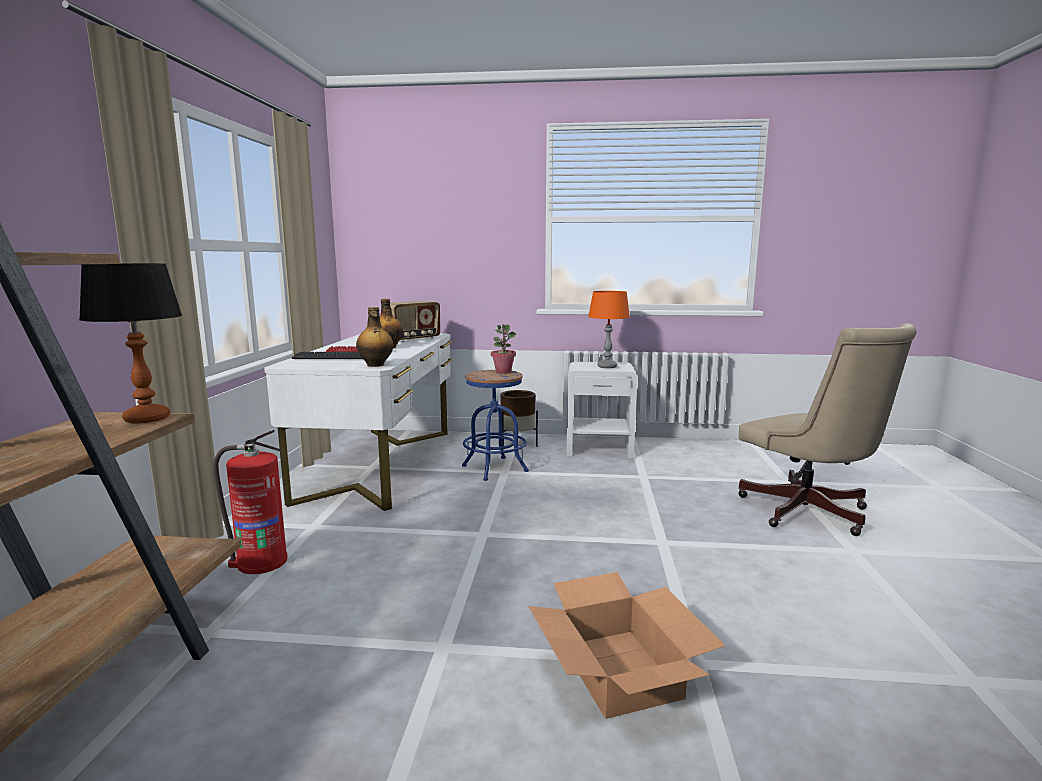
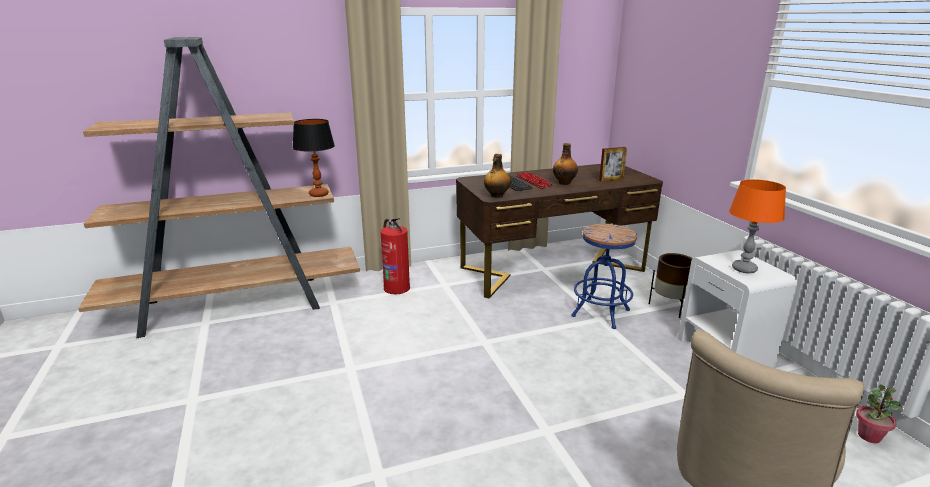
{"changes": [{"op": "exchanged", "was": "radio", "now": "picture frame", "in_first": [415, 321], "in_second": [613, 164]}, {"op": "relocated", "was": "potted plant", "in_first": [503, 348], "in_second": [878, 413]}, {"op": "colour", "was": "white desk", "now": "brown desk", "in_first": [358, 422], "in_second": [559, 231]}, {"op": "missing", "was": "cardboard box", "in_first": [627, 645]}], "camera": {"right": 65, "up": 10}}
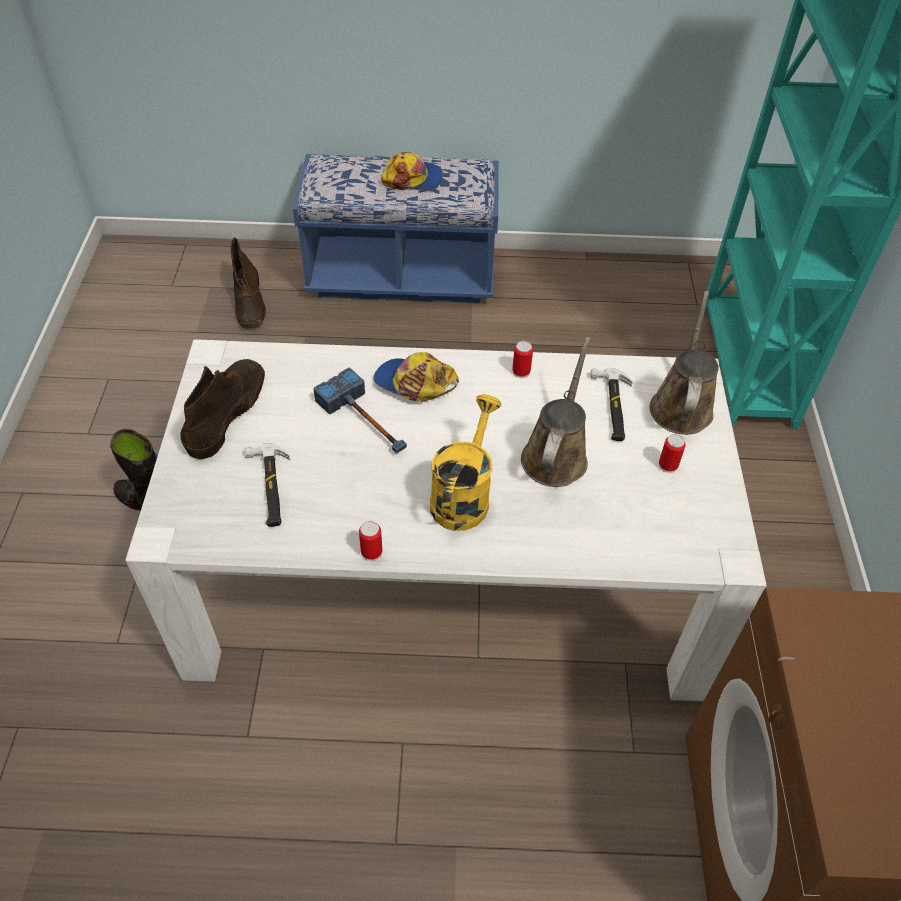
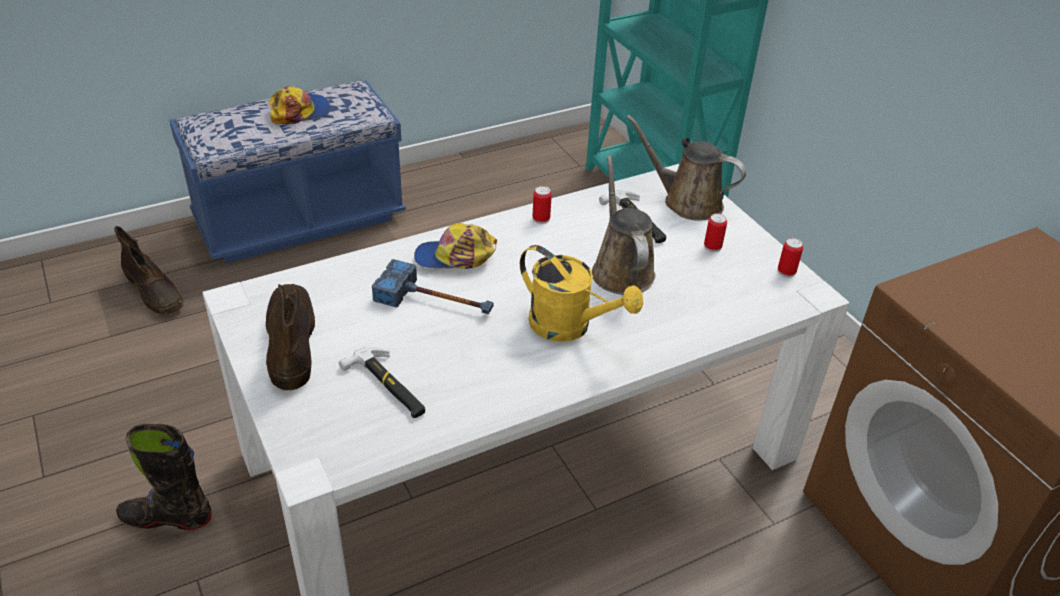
{"changes": [{"op": "spun", "was": "brown watering can", "in_first": [684, 363], "in_second": [686, 168], "clockwise": -45}, {"op": "spun", "was": "yellow watering can", "in_first": [466, 462], "in_second": [581, 293], "clockwise": 135}, {"op": "relocated", "was": "can", "in_first": [370, 541], "in_second": [790, 258]}], "camera": {"right": -30, "up": -10}}
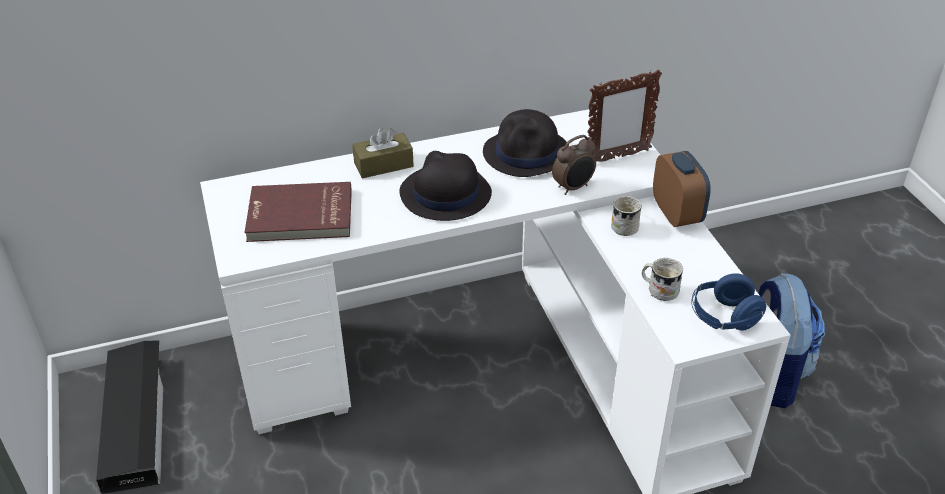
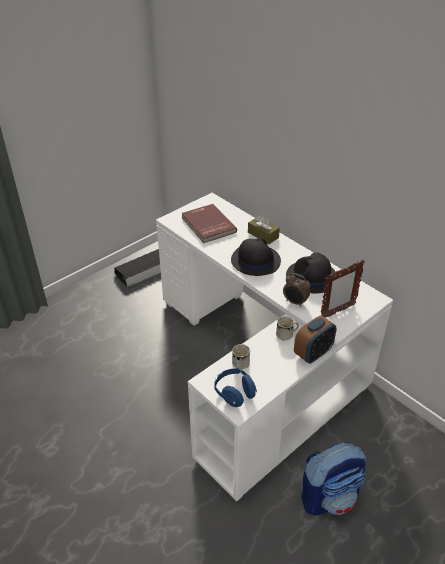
{"changes": [{"op": "spun", "was": "picture frame", "in_first": [624, 115], "in_second": [343, 289], "clockwise": -75}], "camera": {"right": 65, "up": 0}}
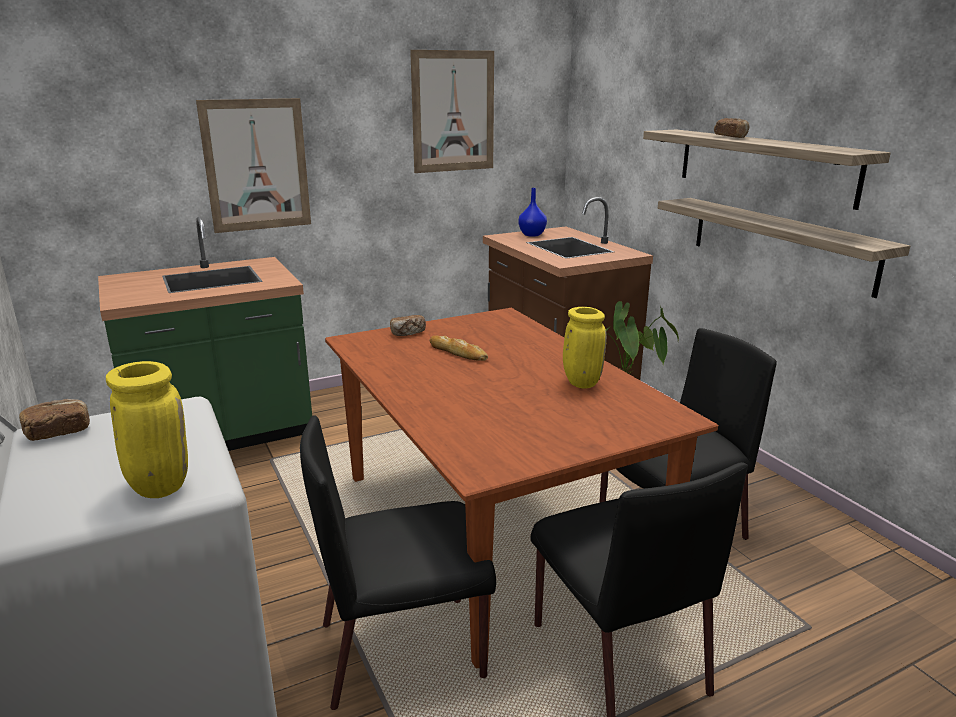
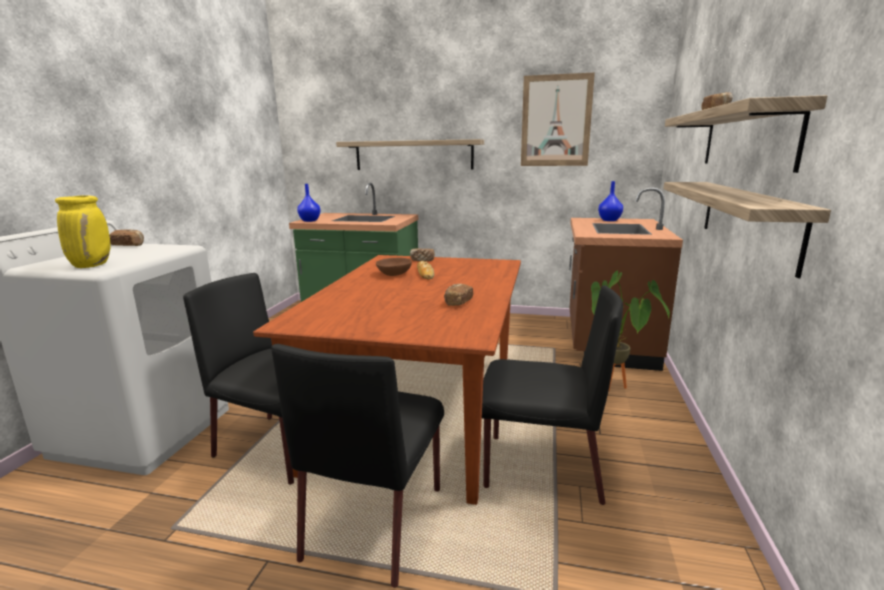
{"changes": [{"op": "exchanged", "was": "picture", "now": "shelf", "in_first": [253, 165], "in_second": [410, 154]}, {"op": "exchanged", "was": "yellow vase", "now": "bread", "in_first": [585, 348], "in_second": [458, 295]}, {"op": "appeared", "now": "blue vase", "in_second": [308, 203]}, {"op": "appeared", "now": "brown bowl", "in_second": [394, 267]}], "camera": {"right": 40, "up": -5}}
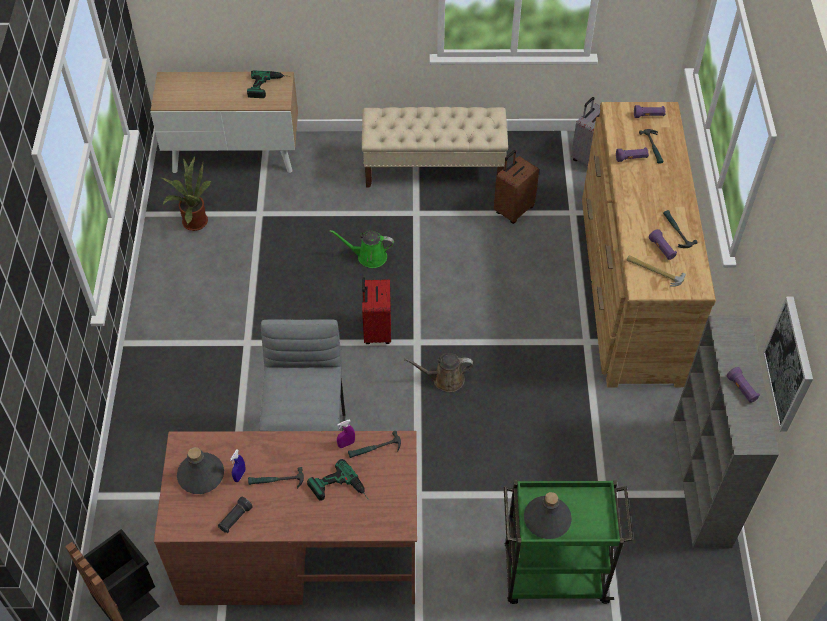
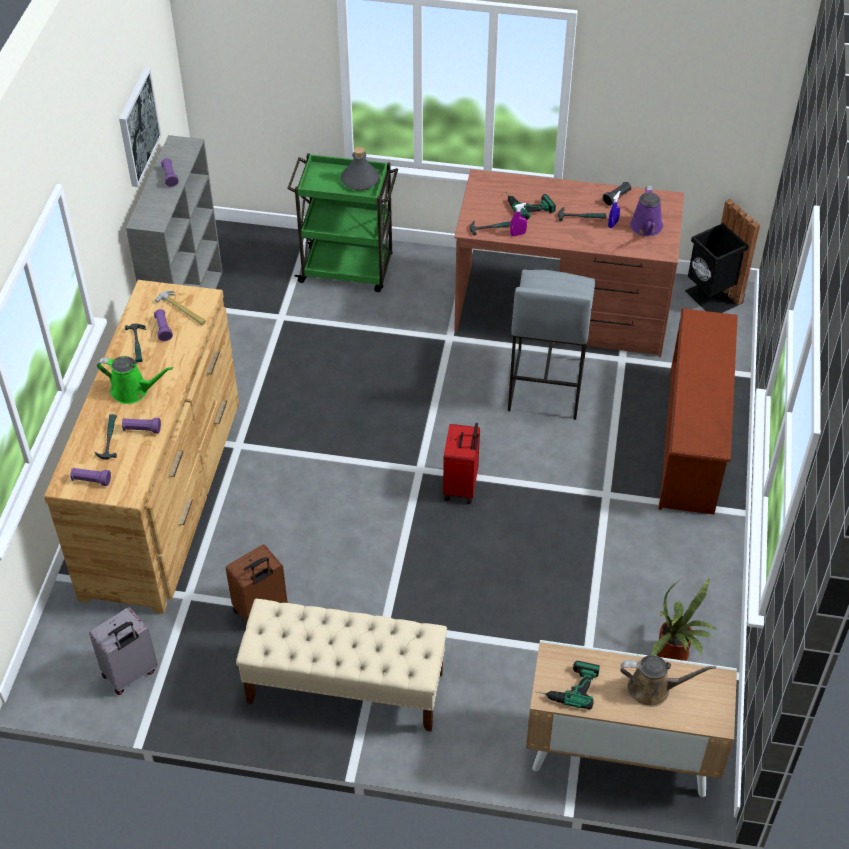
{"changes": [{"op": "relocated", "was": "green watering can", "in_first": [361, 249], "in_second": [135, 380]}, {"op": "relocated", "was": "brown watering can", "in_first": [438, 372], "in_second": [668, 681]}, {"op": "exchanged", "was": "grey bottle", "now": "purple watering can", "in_first": [200, 470], "in_second": [646, 211]}, {"op": "appeared", "now": "brown shoe rack", "in_second": [698, 411]}], "camera": {"right": -170, "up": -5}}
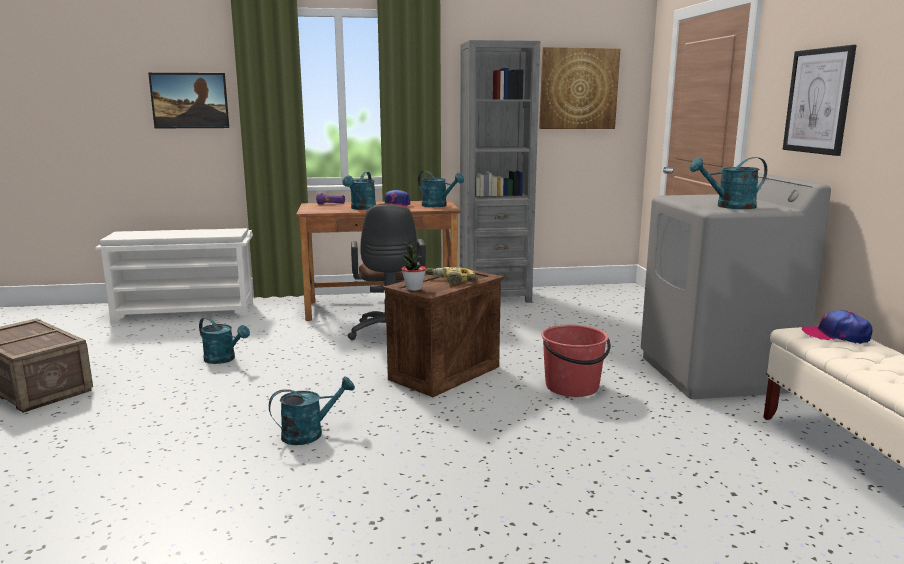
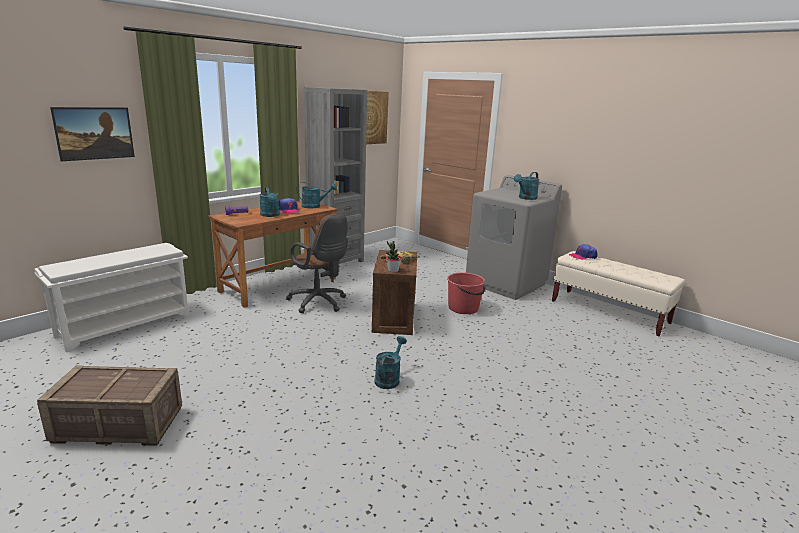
{"changes": [{"op": "missing", "was": "picture", "in_first": [819, 100]}, {"op": "missing", "was": "turquoise watering can", "in_first": [224, 340]}], "camera": {"right": -40, "up": 5}}
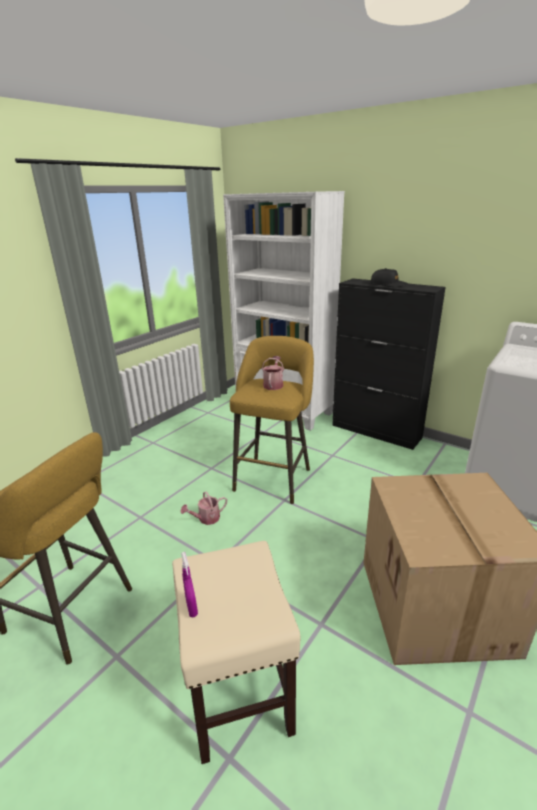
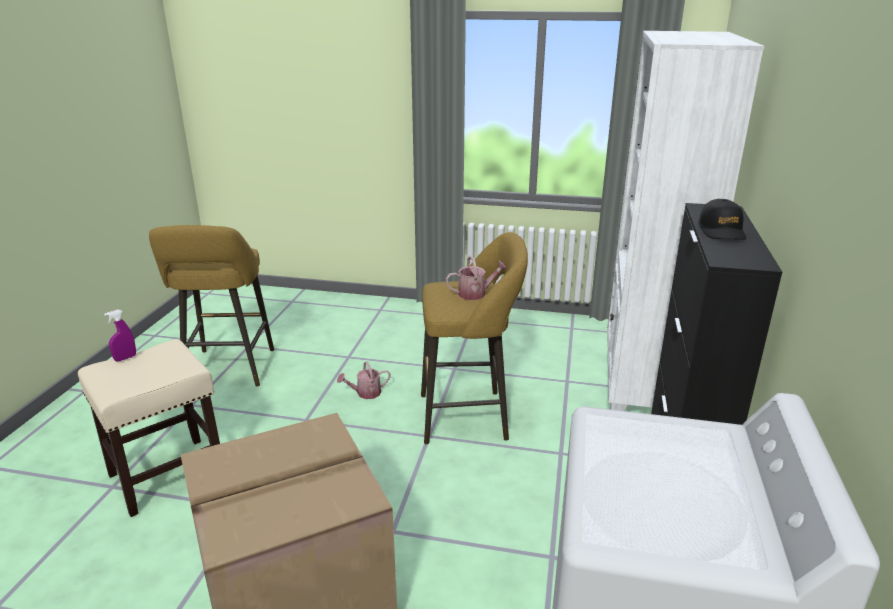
{"changes": [{"op": "spun", "was": "watering can", "in_first": [204, 508], "in_second": [363, 380], "clockwise": -60}], "camera": {"right": 65, "up": 0}}
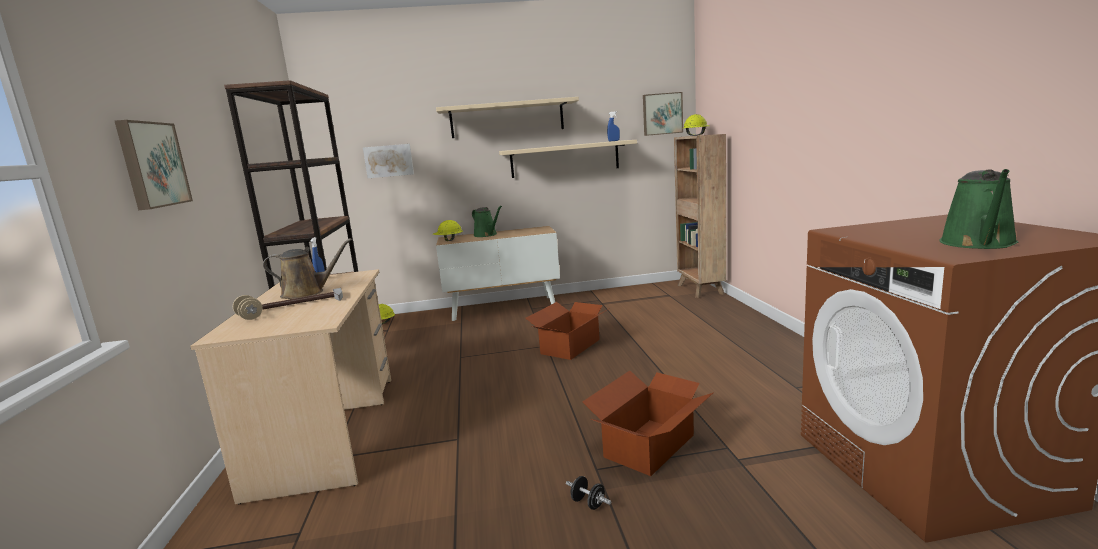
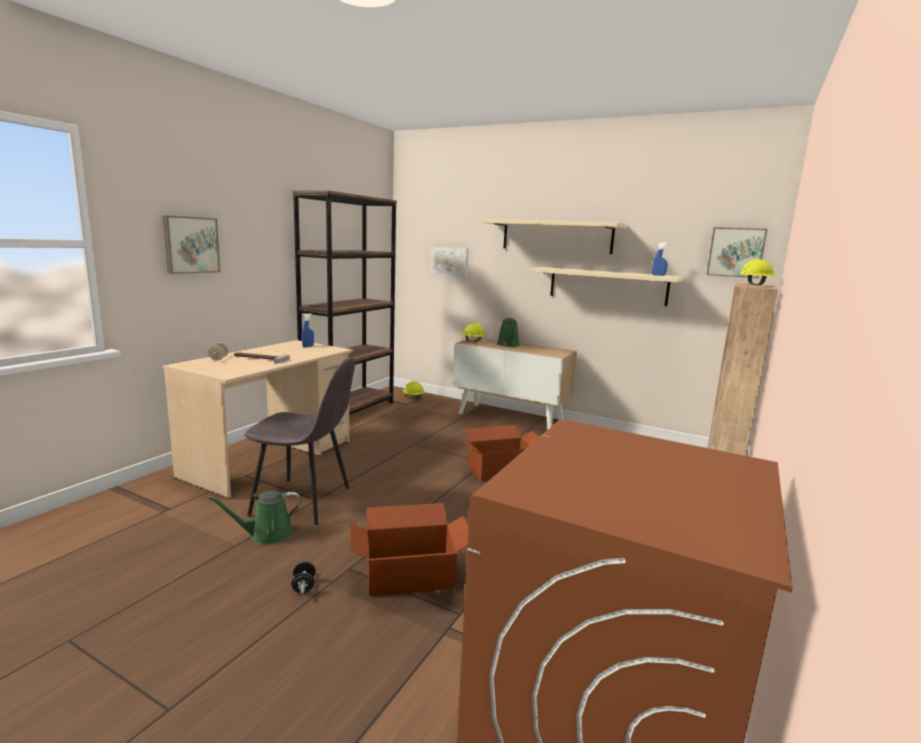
{"changes": [{"op": "relocated", "was": "green watering can", "in_first": [978, 209], "in_second": [254, 517]}, {"op": "missing", "was": "brown watering can", "in_first": [307, 268]}, {"op": "appeared", "now": "grey chair", "in_second": [300, 441]}], "camera": {"right": 35, "up": 0}}
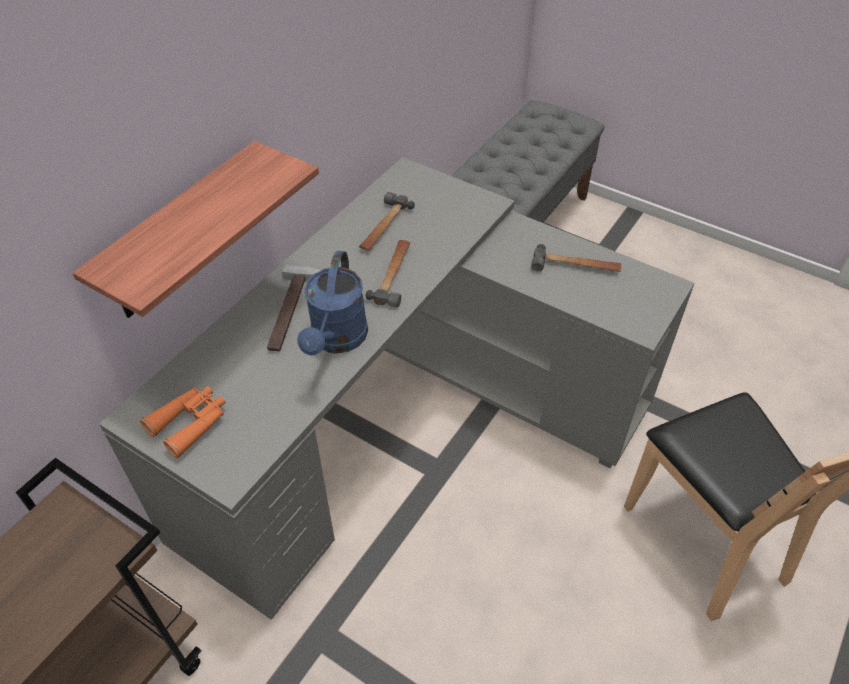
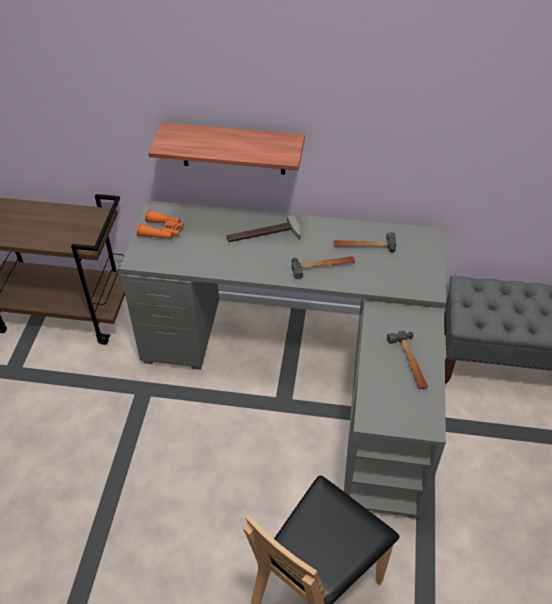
{"changes": [{"op": "missing", "was": "blue watering can", "in_first": [332, 303]}], "camera": {"right": 65, "up": 0}}
